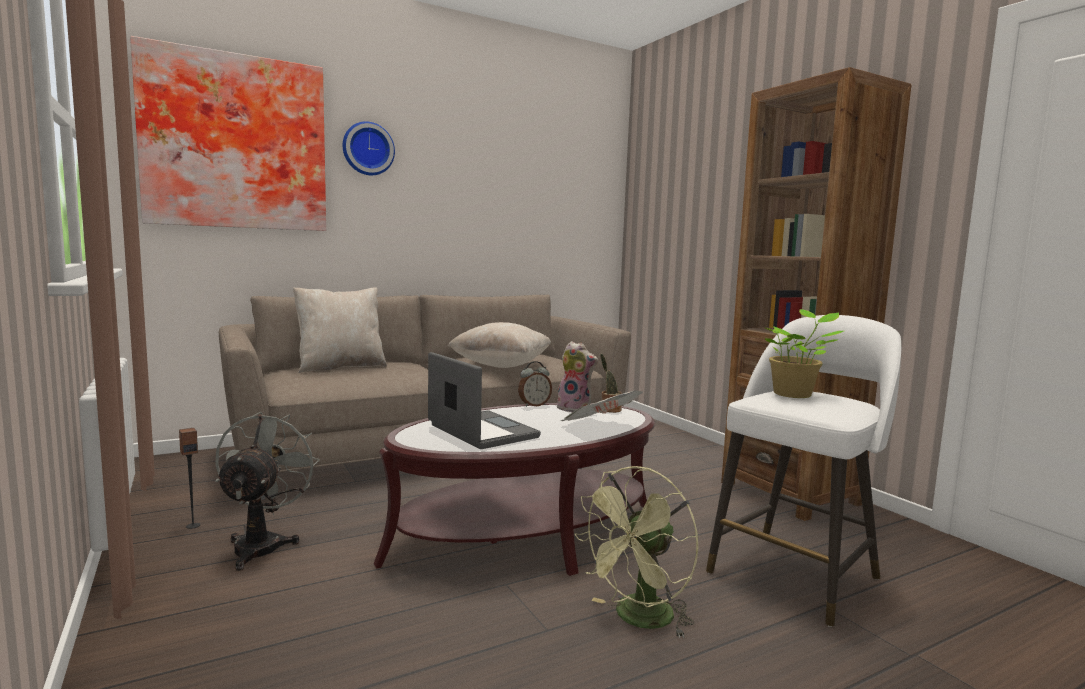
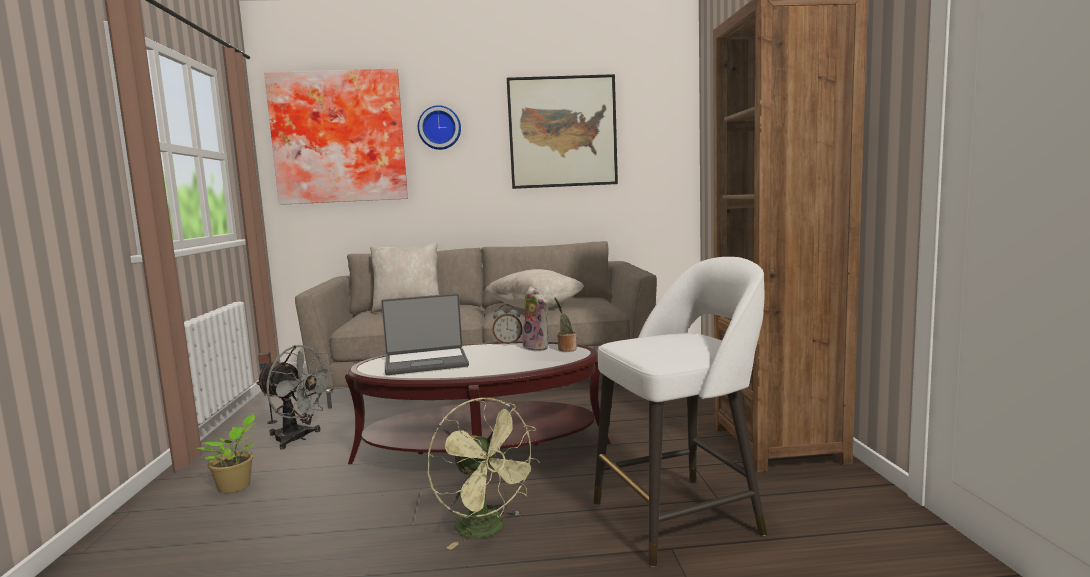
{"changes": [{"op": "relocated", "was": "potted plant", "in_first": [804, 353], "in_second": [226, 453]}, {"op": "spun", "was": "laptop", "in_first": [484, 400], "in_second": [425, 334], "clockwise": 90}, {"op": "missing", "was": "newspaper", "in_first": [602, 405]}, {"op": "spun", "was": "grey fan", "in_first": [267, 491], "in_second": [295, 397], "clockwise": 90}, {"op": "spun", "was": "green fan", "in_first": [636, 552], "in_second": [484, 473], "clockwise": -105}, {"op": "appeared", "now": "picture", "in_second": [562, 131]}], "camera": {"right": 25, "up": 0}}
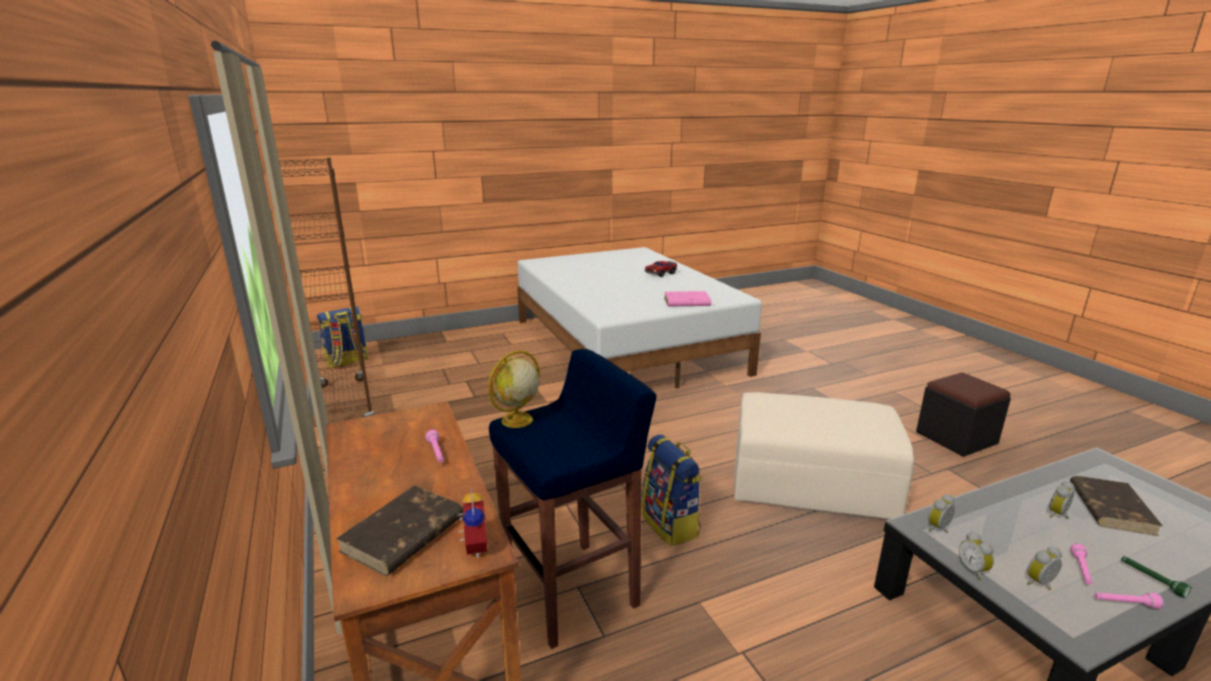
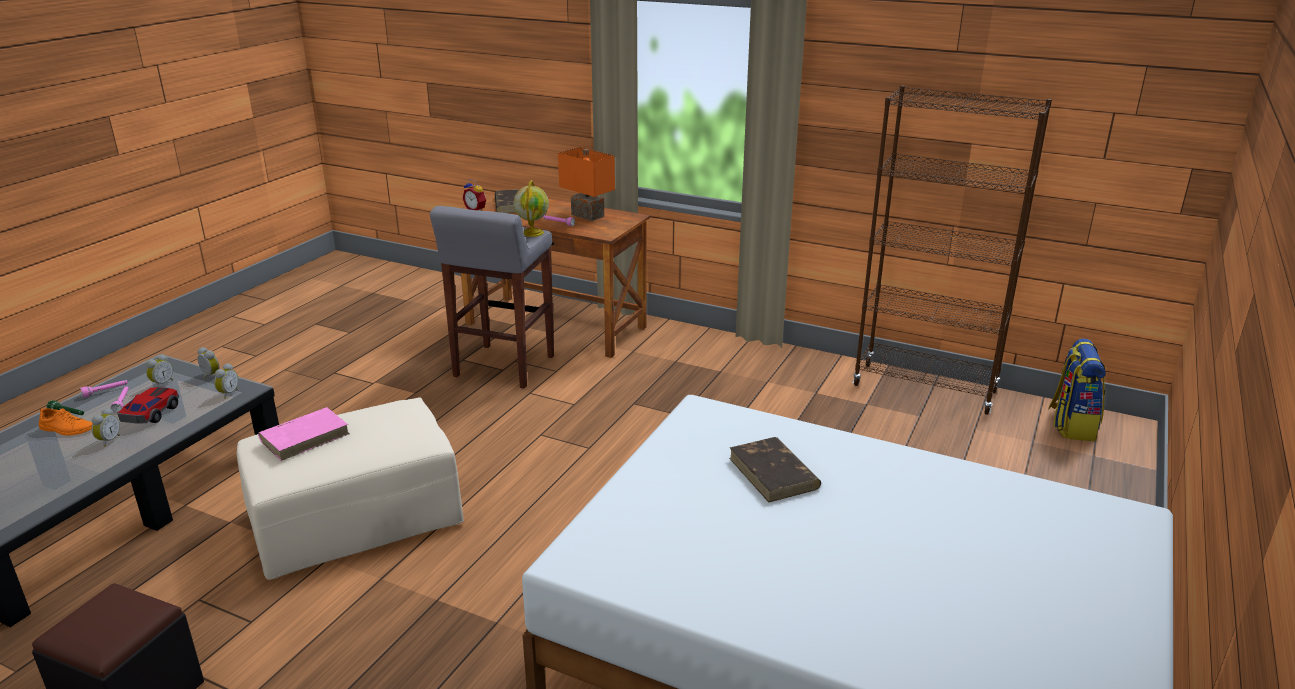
{"changes": [{"op": "relocated", "was": "toy car", "in_first": [661, 269], "in_second": [148, 405]}, {"op": "relocated", "was": "pink book", "in_first": [688, 299], "in_second": [303, 434]}, {"op": "colour", "was": "blue stool", "now": "grey stool", "in_first": [572, 499], "in_second": [492, 297]}, {"op": "missing", "was": "backpack", "in_first": [671, 490]}, {"op": "relocated", "was": "brown book", "in_first": [1116, 506], "in_second": [775, 470]}, {"op": "appeared", "now": "orange table lamp", "in_second": [586, 184]}, {"op": "appeared", "now": "orange shoe", "in_second": [66, 422]}], "camera": {"right": 140, "up": 5}}
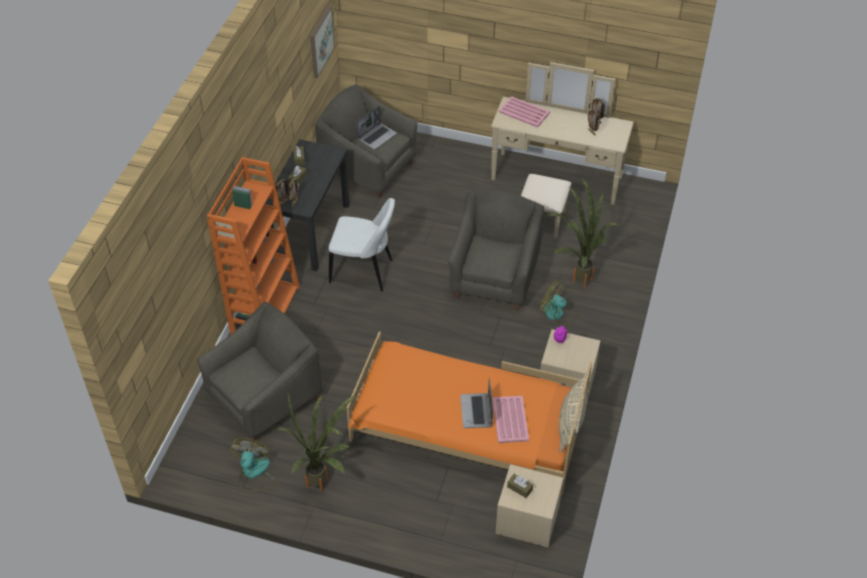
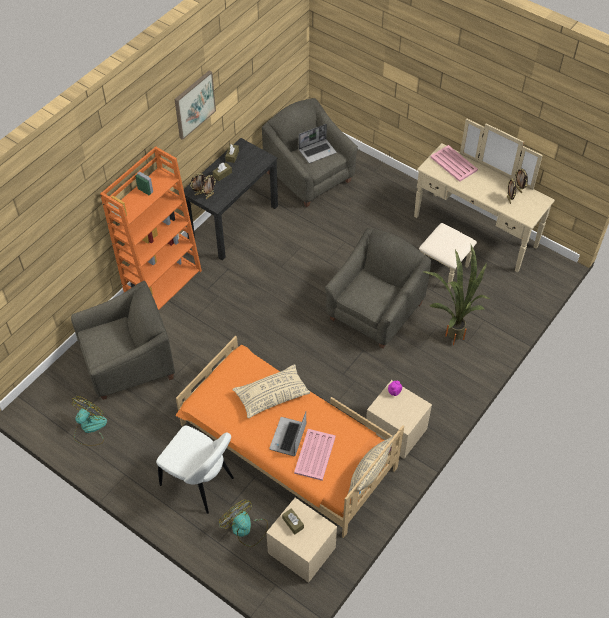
{"changes": [{"op": "relocated", "was": "picture", "in_first": [322, 42], "in_second": [195, 105]}, {"op": "relocated", "was": "white chair", "in_first": [362, 245], "in_second": [195, 469]}, {"op": "relocated", "was": "fan", "in_first": [558, 303], "in_second": [243, 523]}, {"op": "missing", "was": "potted plant", "in_first": [317, 441]}, {"op": "appeared", "now": "beige pillow", "in_second": [271, 391]}], "camera": {"right": 20, "up": 5}}
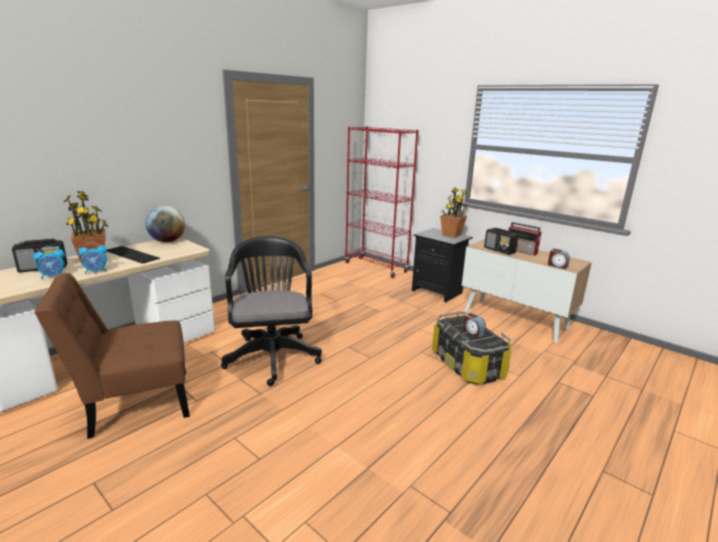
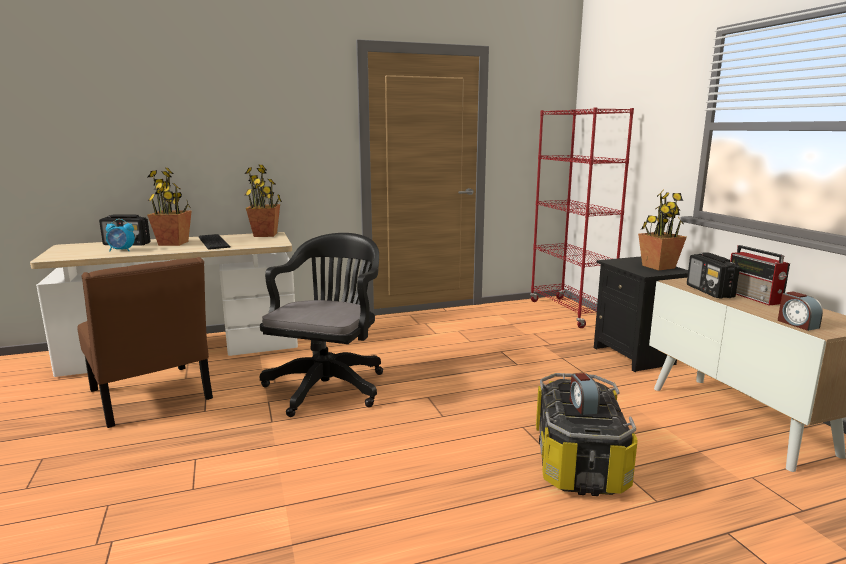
{"changes": [{"op": "exchanged", "was": "globe", "now": "potted plant", "in_first": [165, 224], "in_second": [263, 201]}, {"op": "missing", "was": "alarm clock", "in_first": [92, 258]}, {"op": "spun", "was": "brown chair", "in_first": [112, 356], "in_second": [145, 342], "clockwise": -135}], "camera": {"right": 30, "up": -5}}
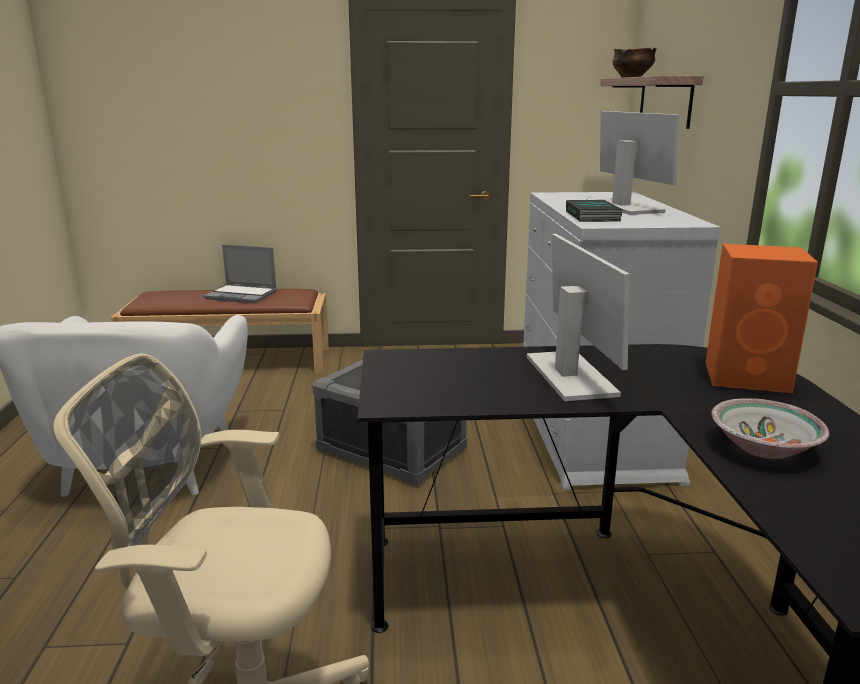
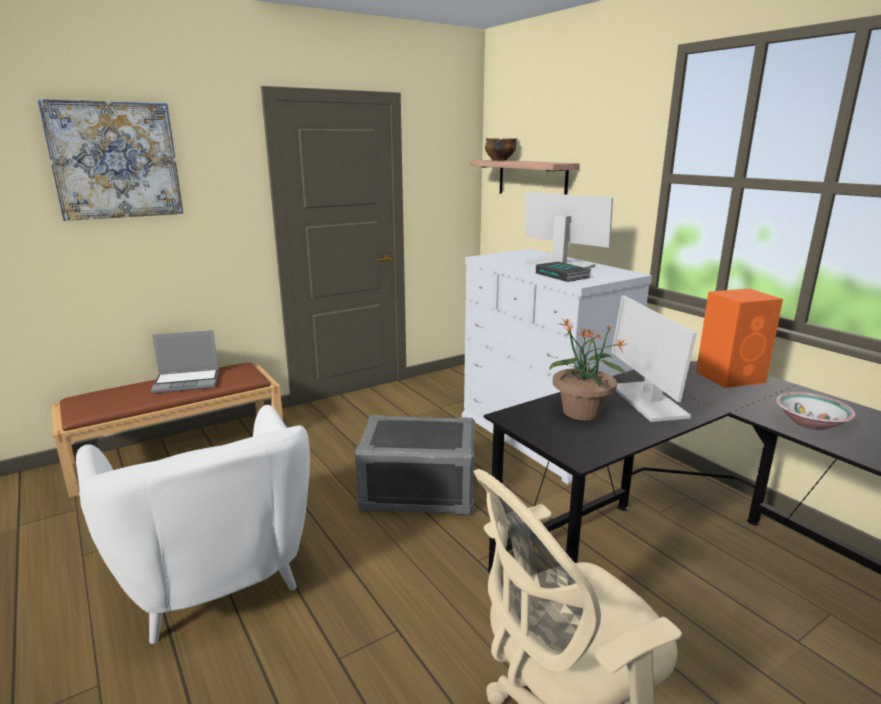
{"changes": [{"op": "spun", "was": "monitor", "in_first": [578, 317], "in_second": [654, 358], "clockwise": -150}, {"op": "appeared", "now": "picture", "in_second": [110, 160]}, {"op": "appeared", "now": "potted plant", "in_second": [589, 369]}], "camera": {"right": -30, "up": 0}}
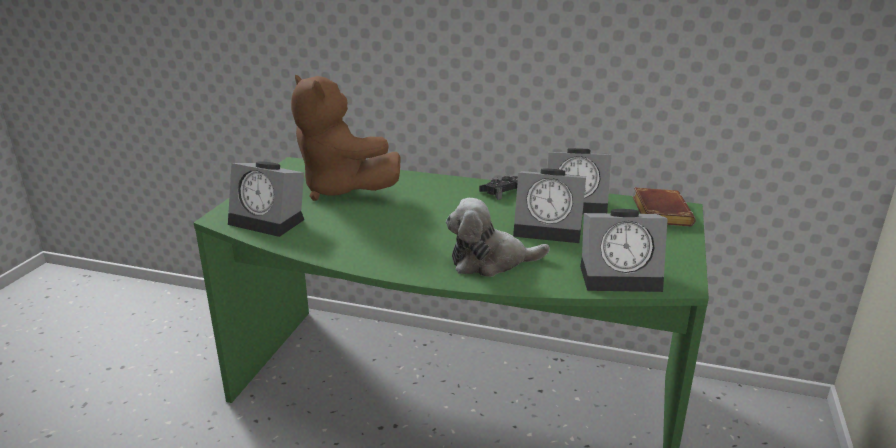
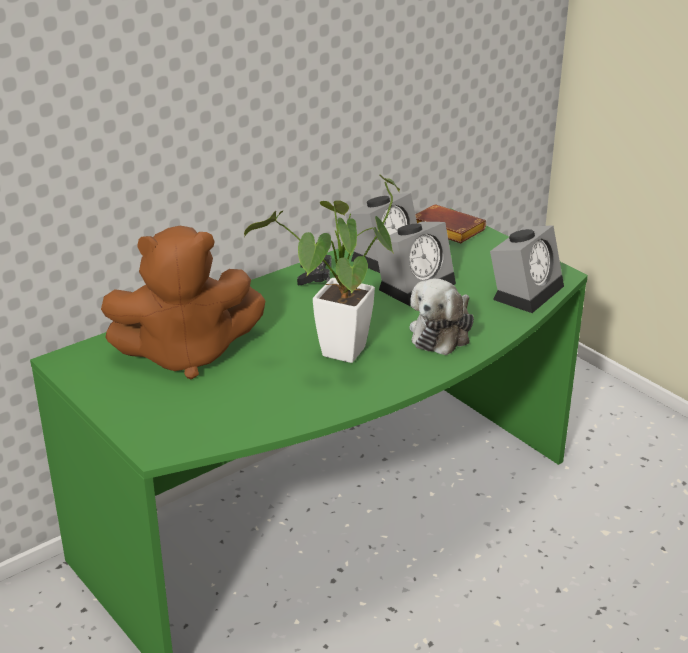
{"changes": [{"op": "missing", "was": "alarm clock", "in_first": [266, 199]}, {"op": "appeared", "now": "potted plant", "in_second": [322, 268]}], "camera": {"right": -55, "up": 5}}
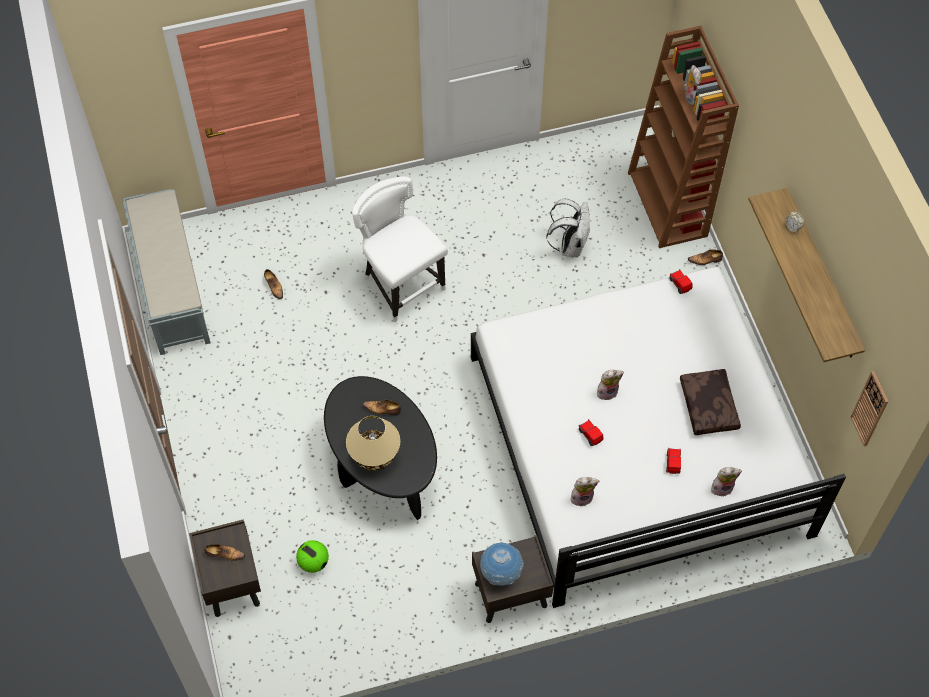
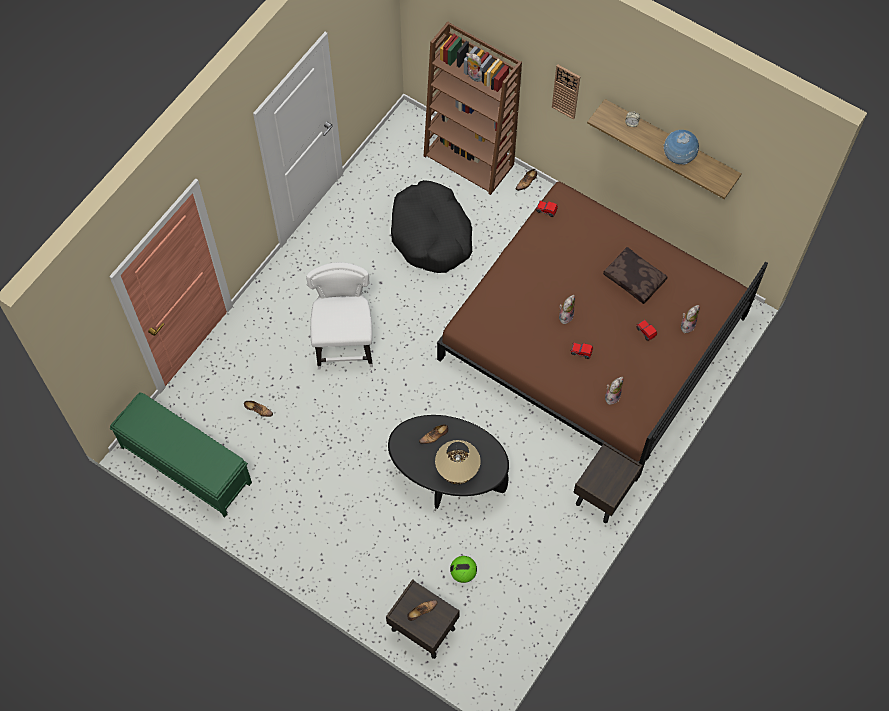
{"changes": [{"op": "spun", "was": "white chair", "in_first": [400, 249], "in_second": [339, 316], "clockwise": 75}, {"op": "colour", "was": "grey bench", "now": "green bench", "in_first": [167, 272], "in_second": [181, 455]}, {"op": "exchanged", "was": "white backpack", "now": "black dog bed", "in_first": [568, 228], "in_second": [431, 226]}, {"op": "colour", "was": "white bed", "now": "brown bed", "in_first": [658, 437], "in_second": [602, 331]}, {"op": "relocated", "was": "wall clock", "in_first": [870, 408], "in_second": [566, 92]}, {"op": "relocated", "was": "globe", "in_first": [502, 564], "in_second": [681, 147]}], "camera": {"right": -40, "up": 5}}
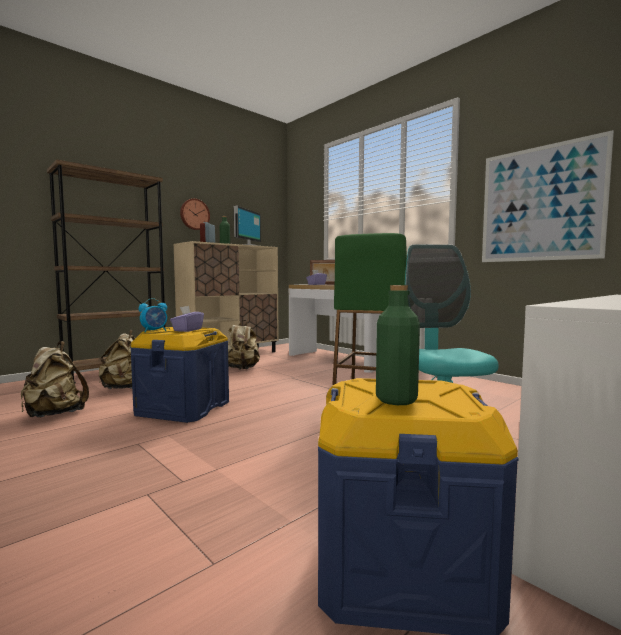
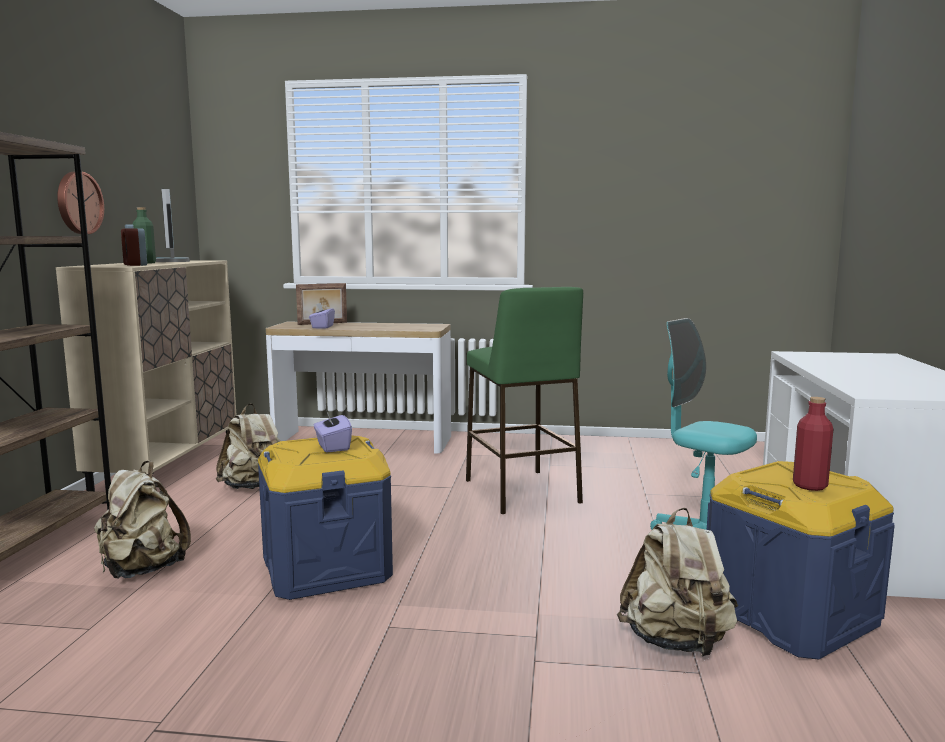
{"changes": [{"op": "missing", "was": "picture", "in_first": [548, 196]}, {"op": "colour", "was": "green bottle", "now": "red bottle", "in_first": [398, 345], "in_second": [813, 444]}, {"op": "missing", "was": "alarm clock", "in_first": [153, 315]}, {"op": "relocated", "was": "beige backpack", "in_first": [55, 379], "in_second": [677, 582]}], "camera": {"right": -40, "up": 5}}
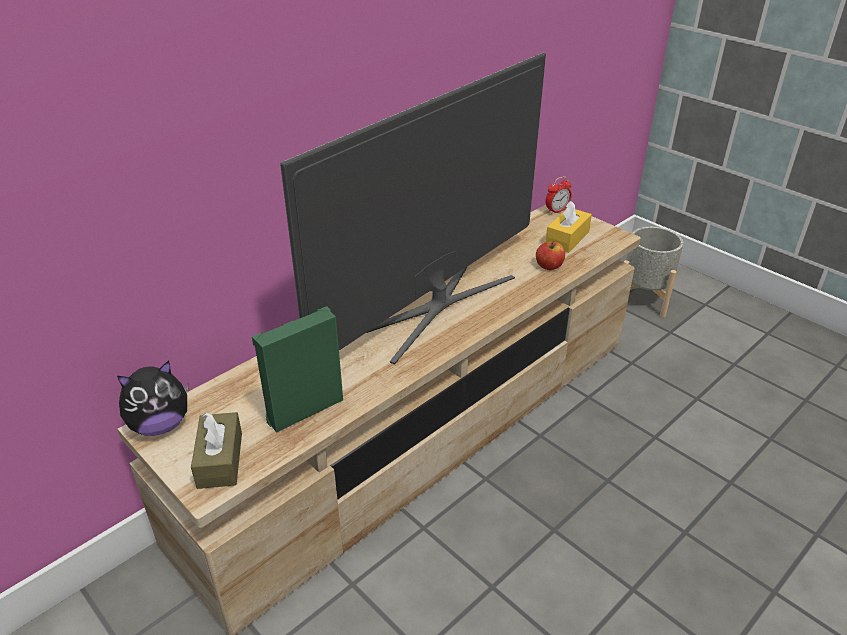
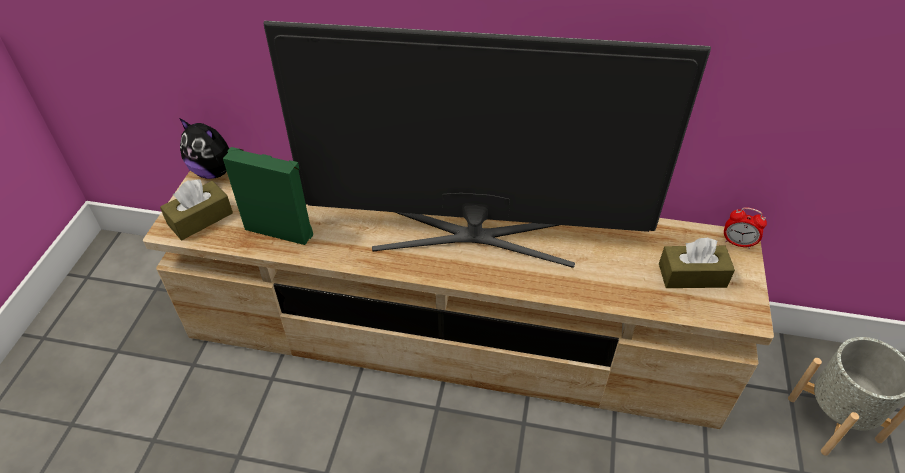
{"changes": [{"op": "colour", "was": "yellow tissue box", "now": "brown tissue box", "in_first": [569, 227], "in_second": [697, 262]}, {"op": "missing", "was": "apple", "in_first": [550, 255]}], "camera": {"right": 55, "up": 10}}
